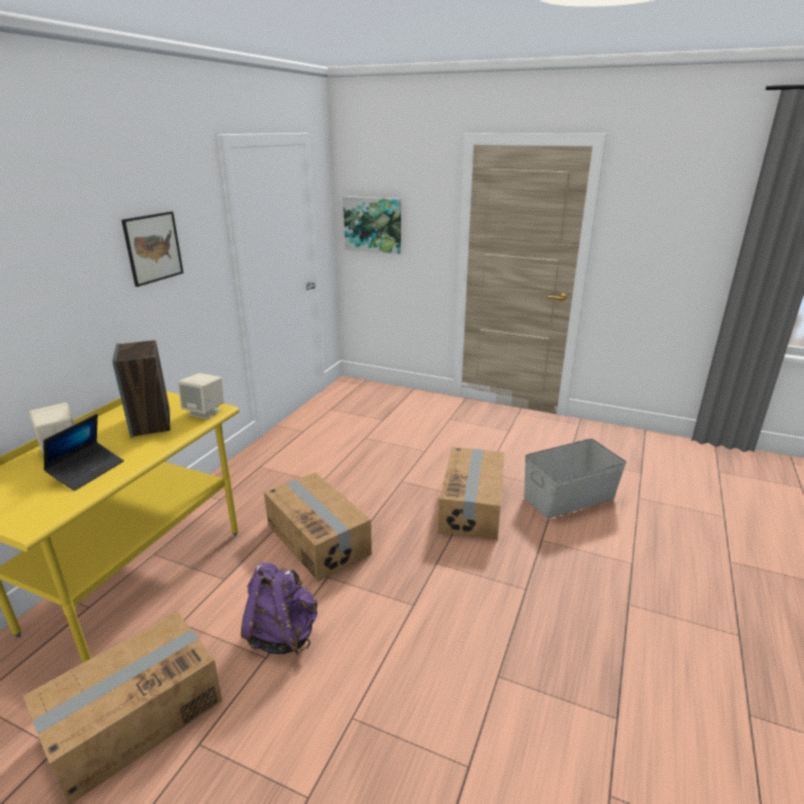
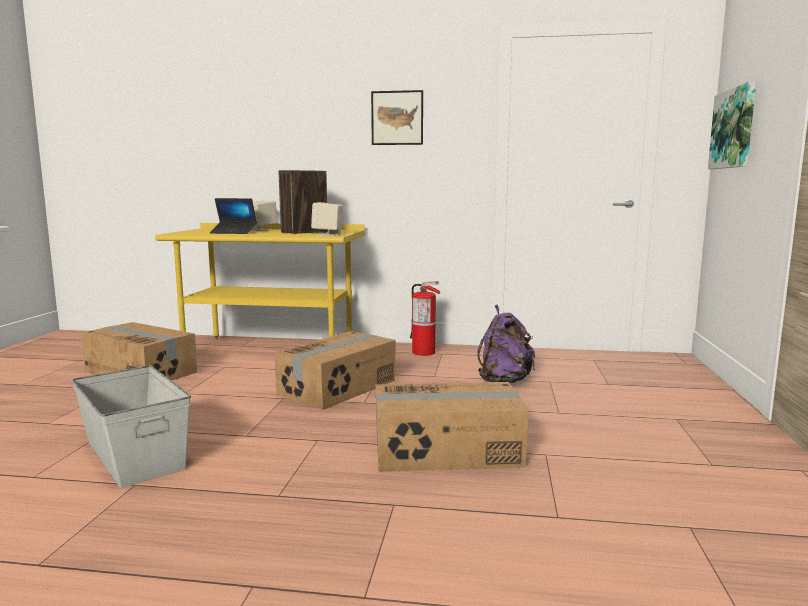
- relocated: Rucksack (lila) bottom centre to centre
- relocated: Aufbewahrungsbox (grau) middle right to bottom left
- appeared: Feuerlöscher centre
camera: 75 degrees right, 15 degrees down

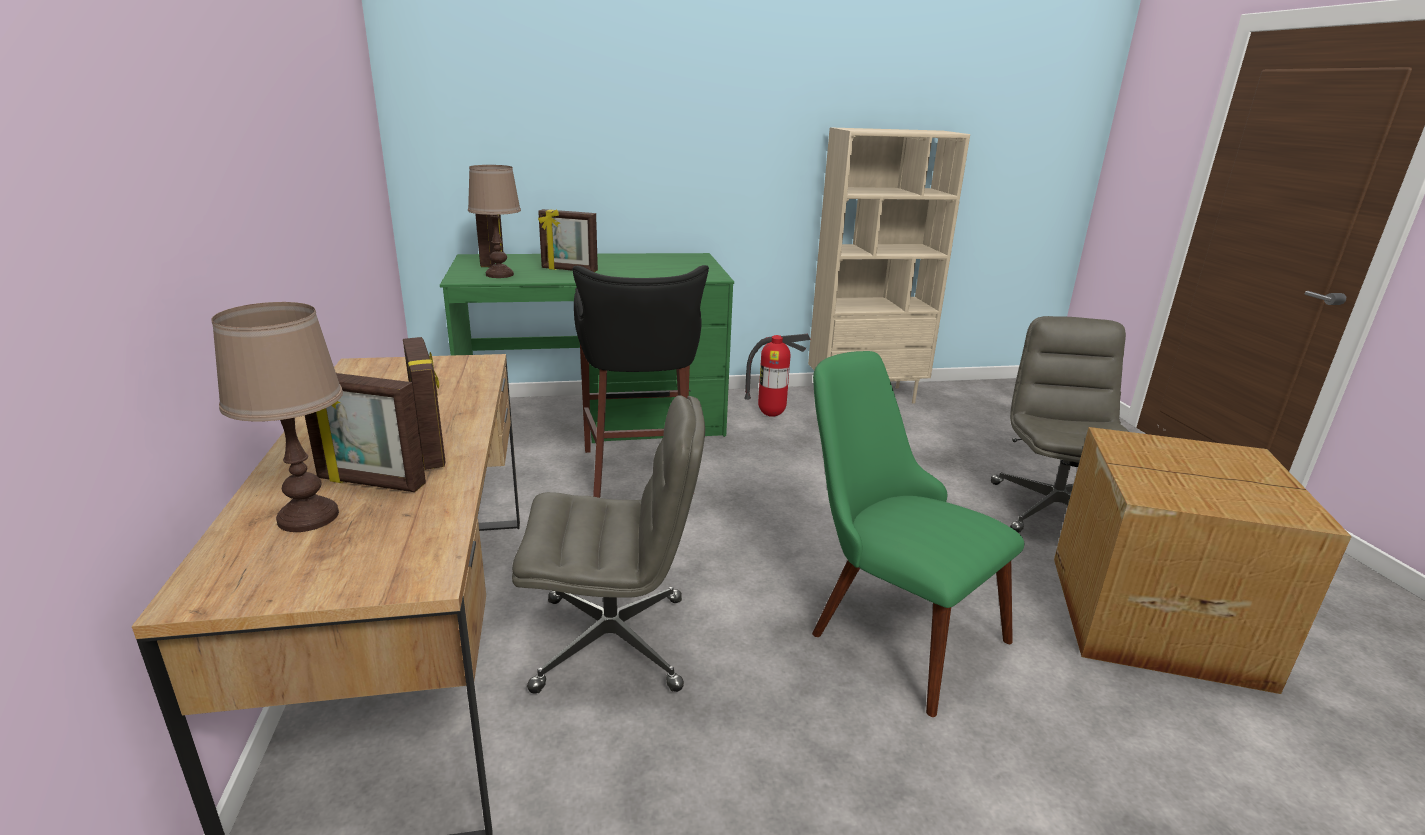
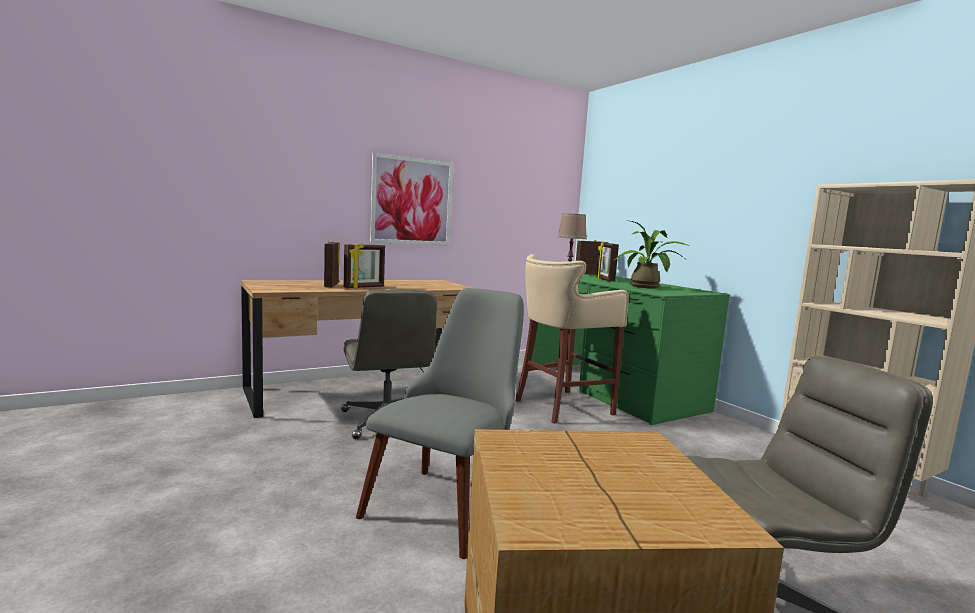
- missing: Tischlampe (braun) (no. 1 from left) middle left
- colour: Hocker (schwarz) centre to Hocker (beige) centre
- missing: Feuerlöscher centre
- colour: Stuhl (grün) centre to Stuhl (grau) bottom centre
- appeared: Bild top centre
- appeared: Topfpflanze middle right
camera: 70 degrees right, 15 degrees down

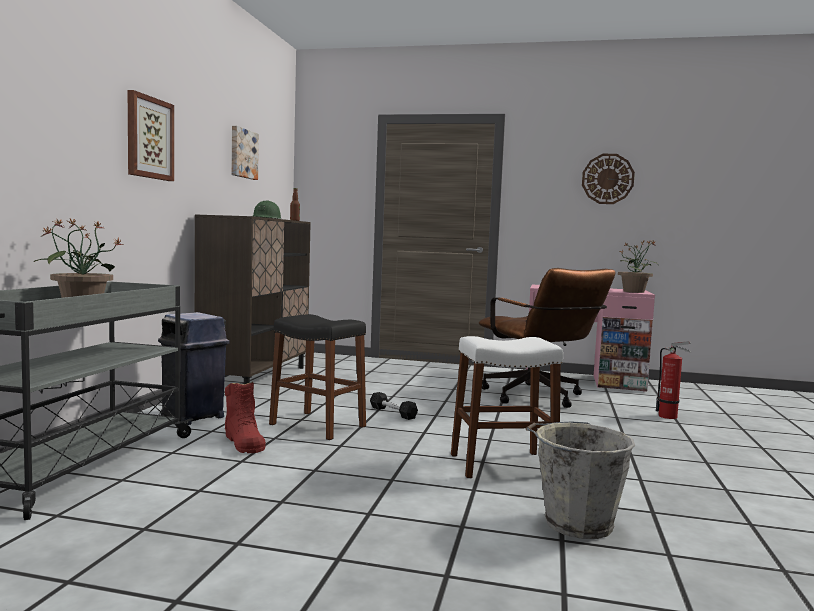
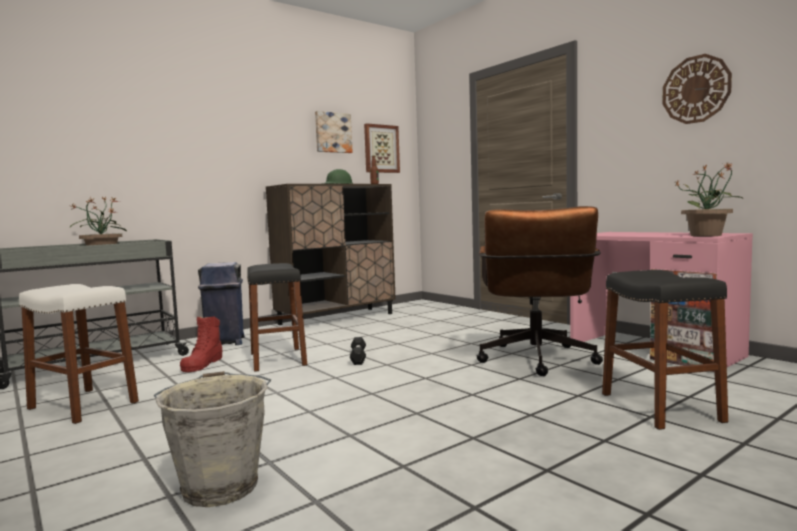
- relocated: Bild (no. 1 from left in the first image) top left to Bild (no. 2 from left) top centre
- relocated: Hocker (weiß) centre to bottom left
- exchanged: Feuerlöscher middle right to Hocker (schwarz) (no. 2 from left) middle right
camera: 40 degrees right, 0 degrees up

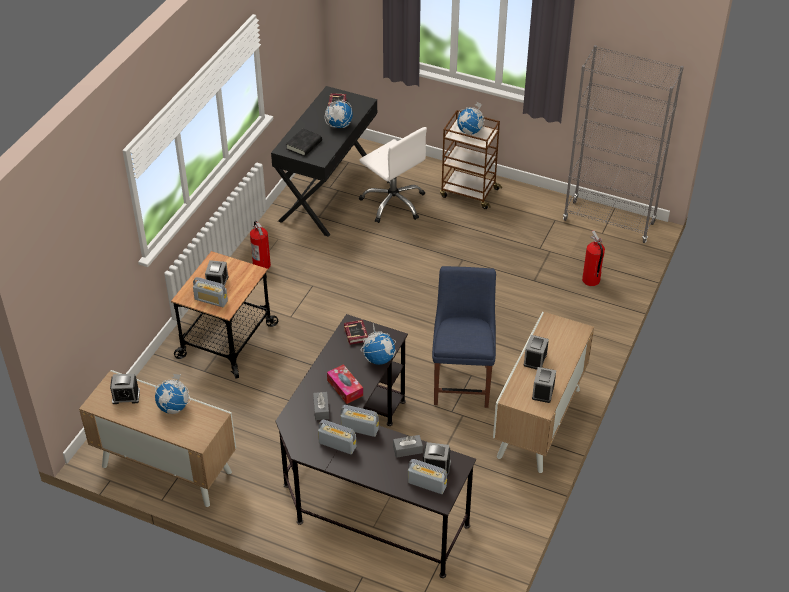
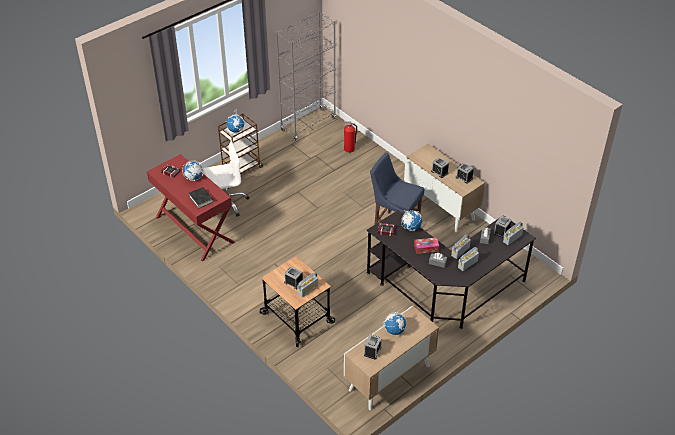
- missing: Feuerlöscher (no. 1 from left) middle left
- colour: Schreibtisch (schwarz) (no. 1 from left) top centre to Schreibtisch (rot) middle left
camera: 65 degrees left, 0 degrees up

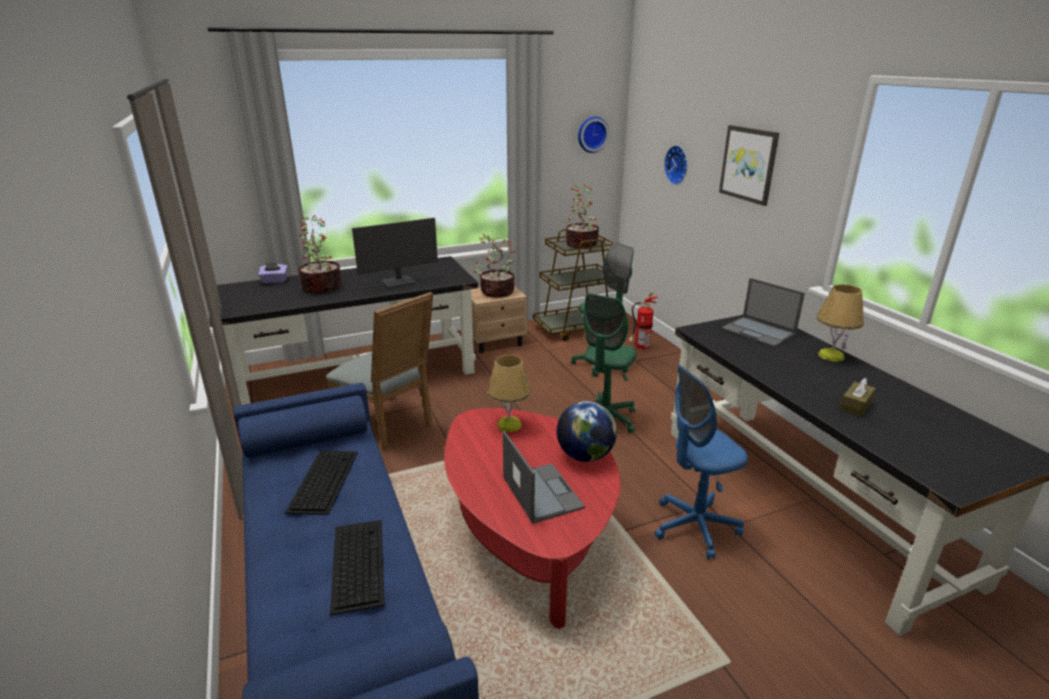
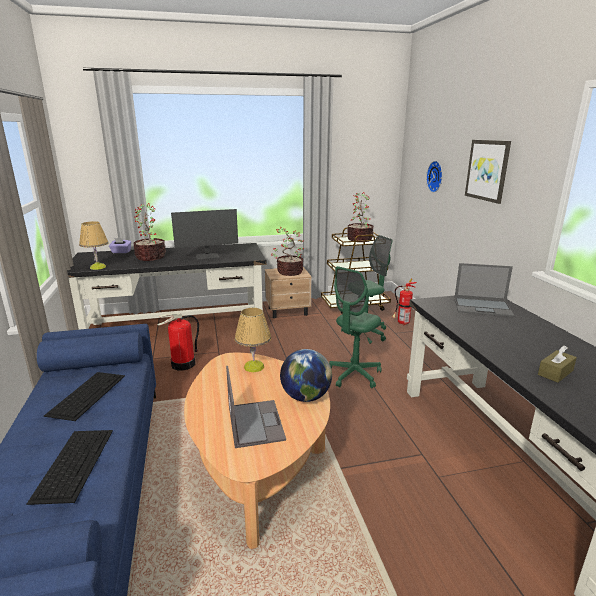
- exchanged: Stuhl (grau) centre to Feuerlöscher (no. 1 from left) middle left
- colour: Couchtisch (rot) bottom centre to Couchtisch (beige) bottom centre
- missing: Wanduhr (no. 1 from left) top centre
- missing: Bürostuhl (blau) middle right
- spun: Laptop (no. 2 from left) middle right = middle right 45 degrees counterclockwise
- relocated: Tischlampe (no. 2 from left in the first image) middle right to Tischlampe (no. 1 from left) middle left
camera: 10 degrees right, 5 degrees down

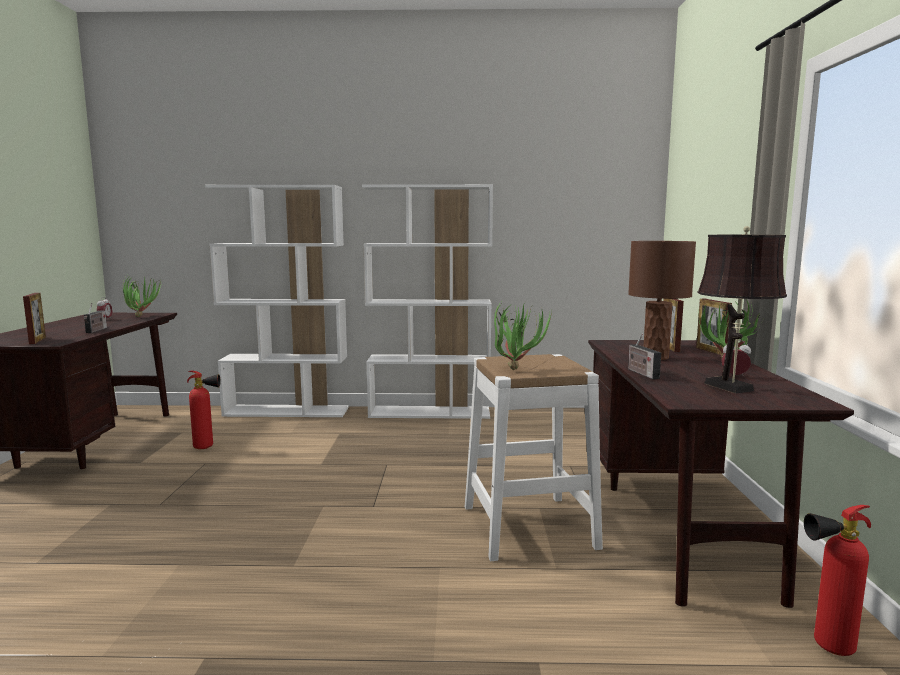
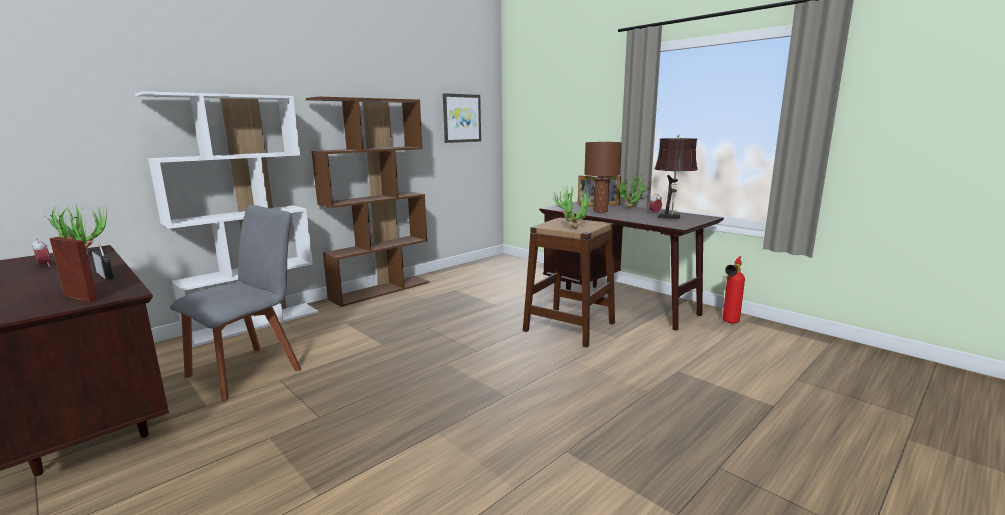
- exchanged: Feuerlöscher (no. 1 from left) middle left to Stuhl (grau) middle left
- colour: Bücherregal (weiß) (no. 2 from left) centre to Bücherregal (braun) centre
- colour: Hocker (weiß) bottom centre to Hocker (braun) centre
- missing: Radio (no. 2 from left) middle right
- appeared: Bild top centre
camera: 45 degrees left, 5 degrees up

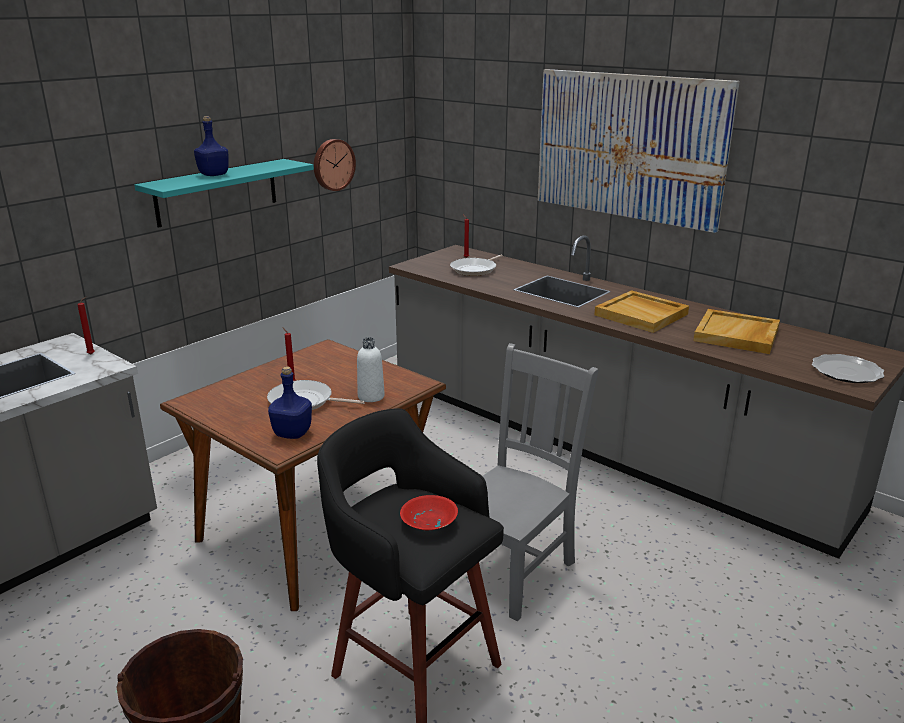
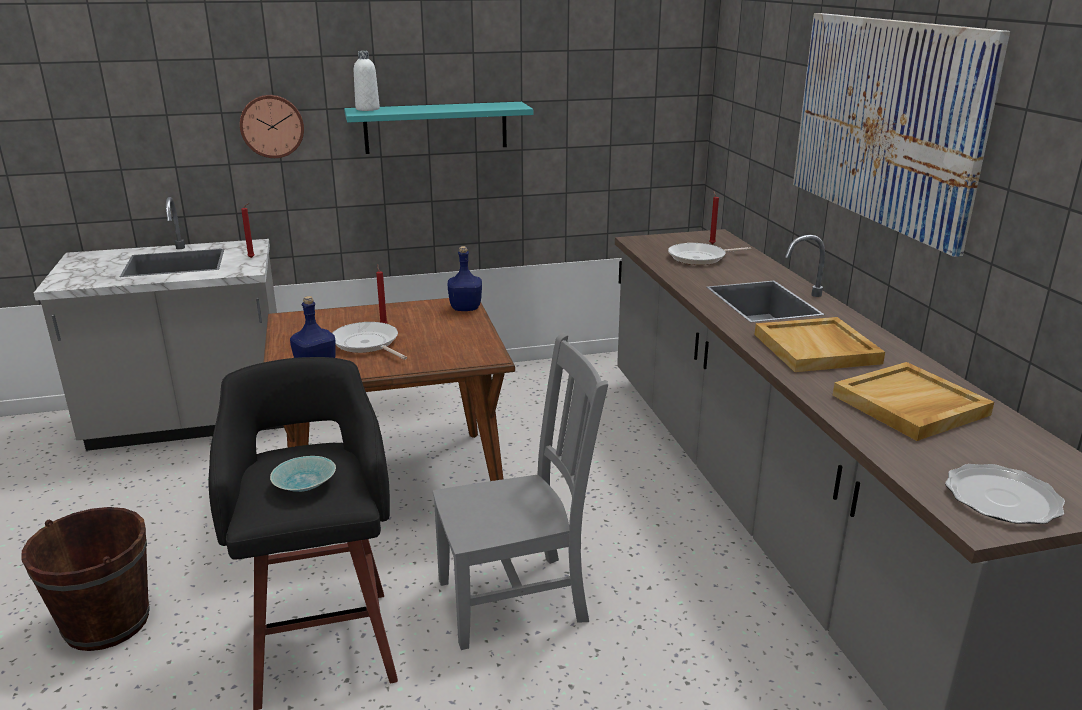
- relocated: Flasche (blau) (no. 1 from left in the first image) top left to Flasche (blau) (no. 2 from left) centre
- relocated: Wanduhr top centre to top left
- relocated: Flasche (weiß) centre to top centre
- colour: Schüssel (rot) bottom centre to Schüssel (türkis) bottom left
camera: 35 degrees right, 0 degrees up

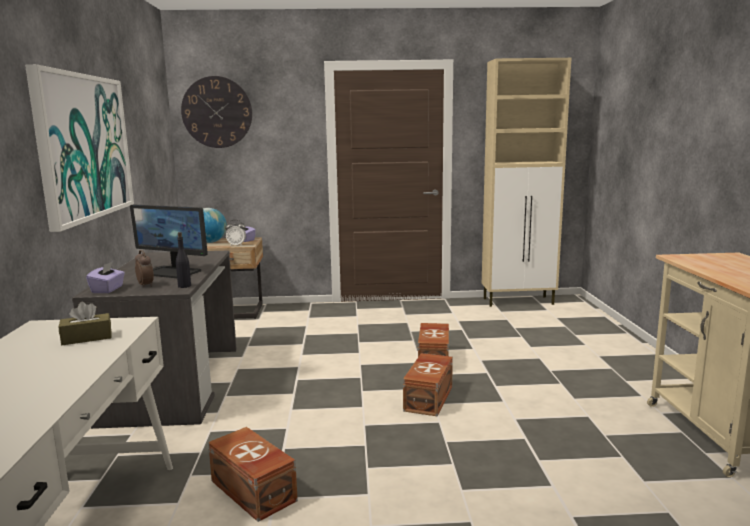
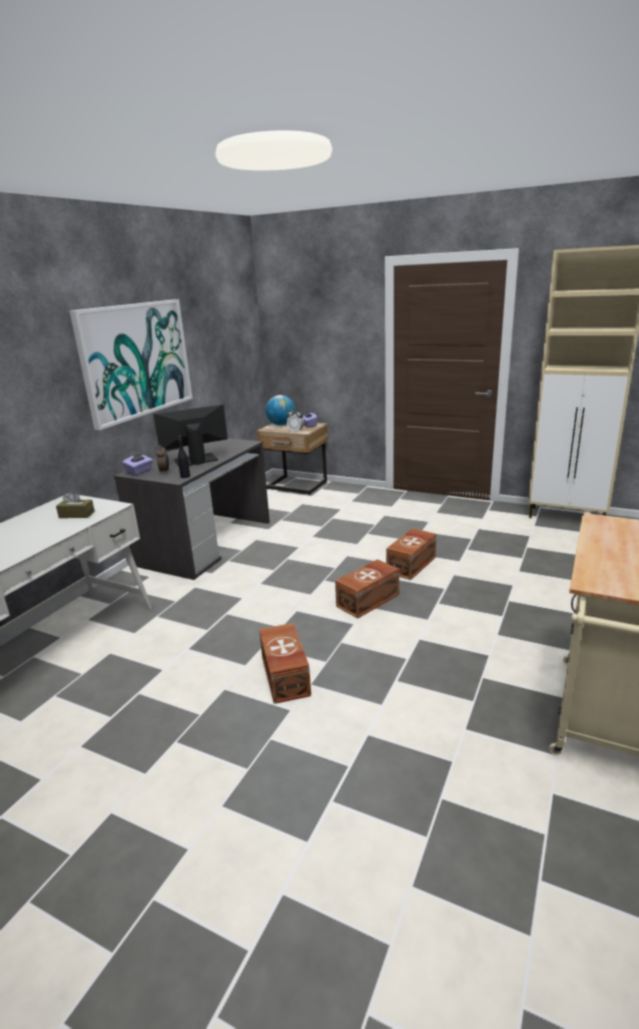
- spun: Monitor middle left = middle left 105 degrees clockwise
- missing: Wanduhr top left
- relocated: Aufbewahrungsbox (braun) (no. 1 from left) bottom centre to centre
camera: 30 degrees right, 10 degrees up

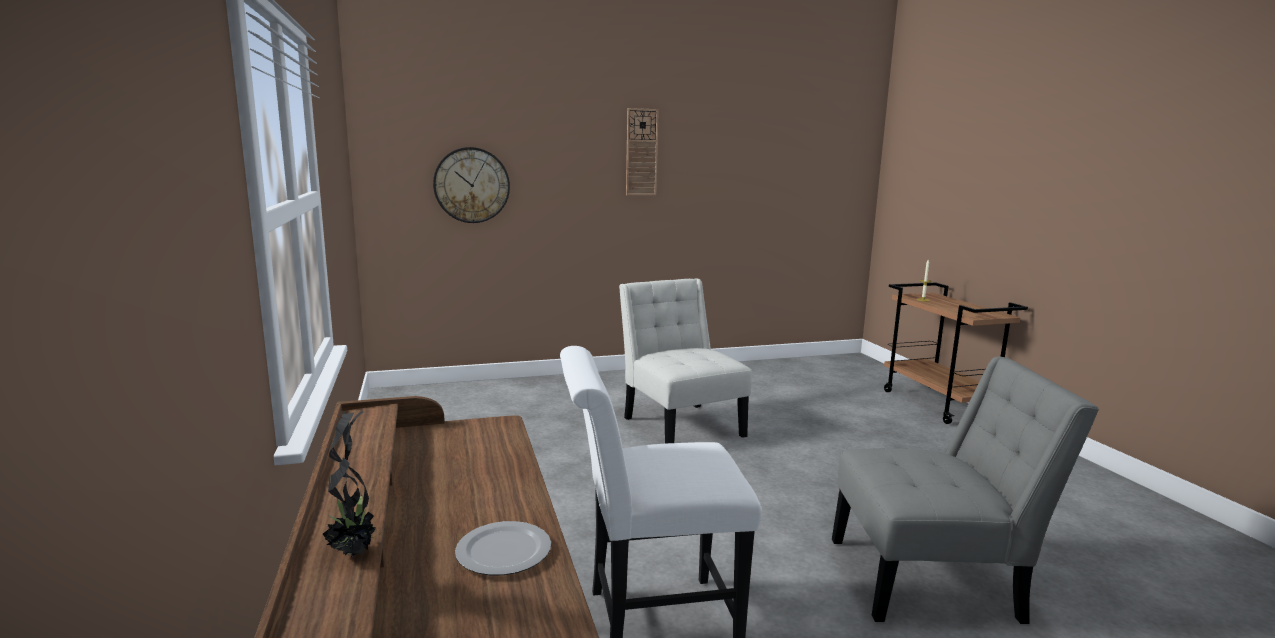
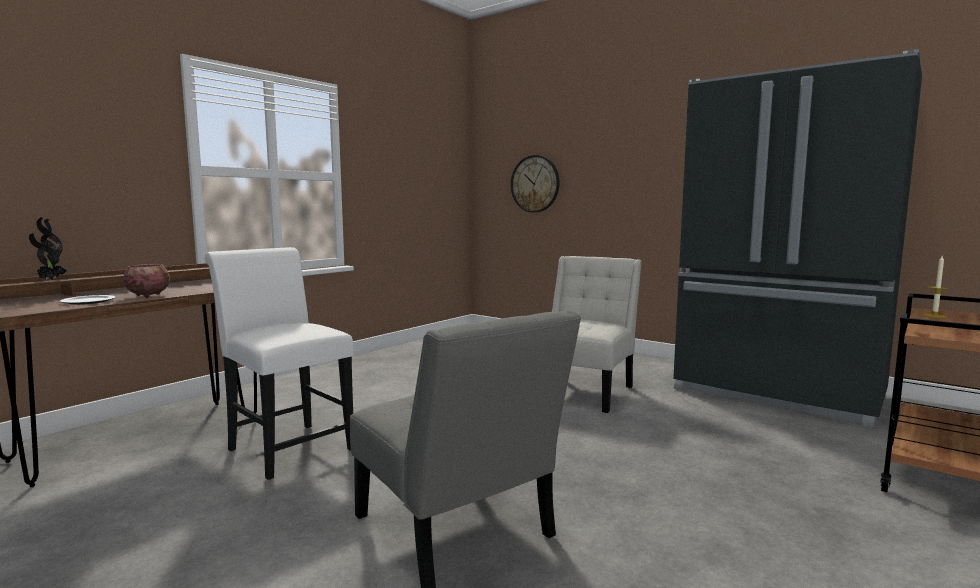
- missing: Wanduhr (no. 2 from left) top centre
- appeared: Schüssel middle left
- appeared: Kühlschrank (schwarz) middle right
camera: 55 degrees right, 5 degrees down

